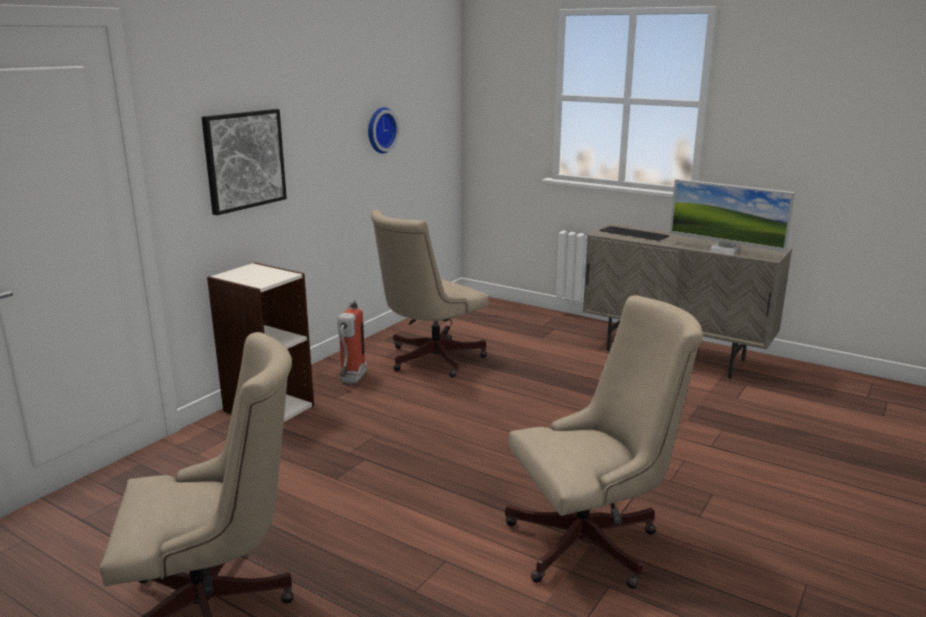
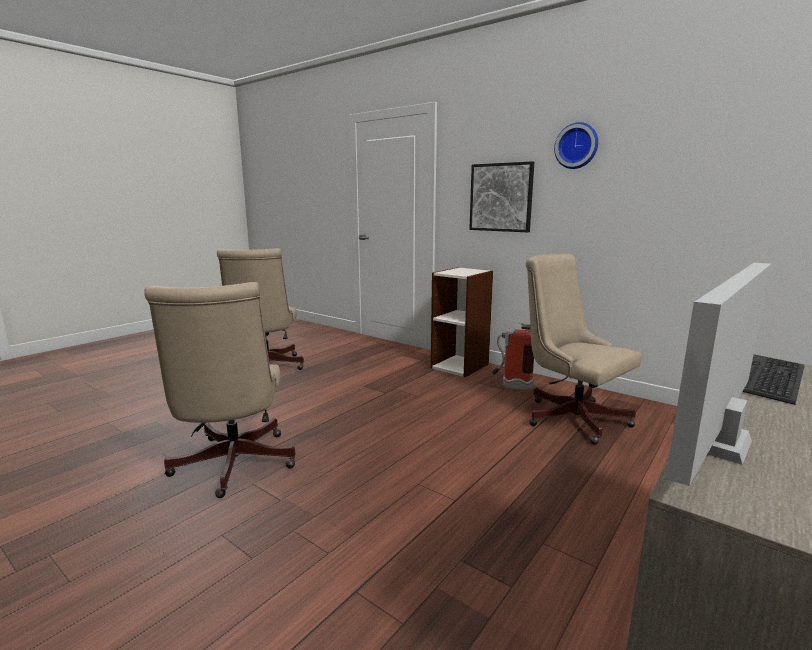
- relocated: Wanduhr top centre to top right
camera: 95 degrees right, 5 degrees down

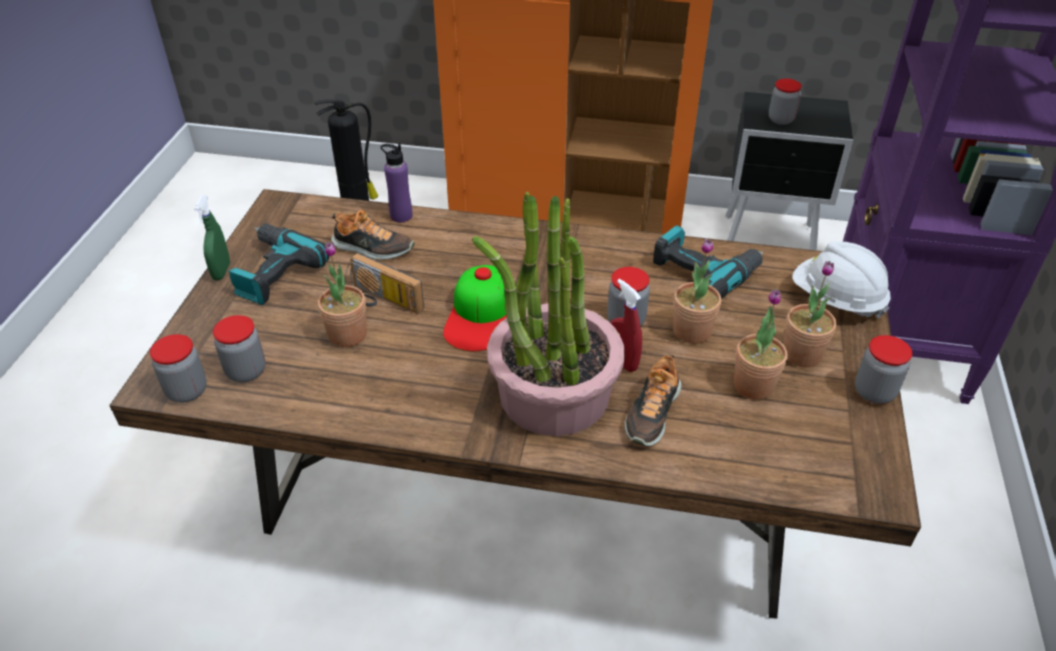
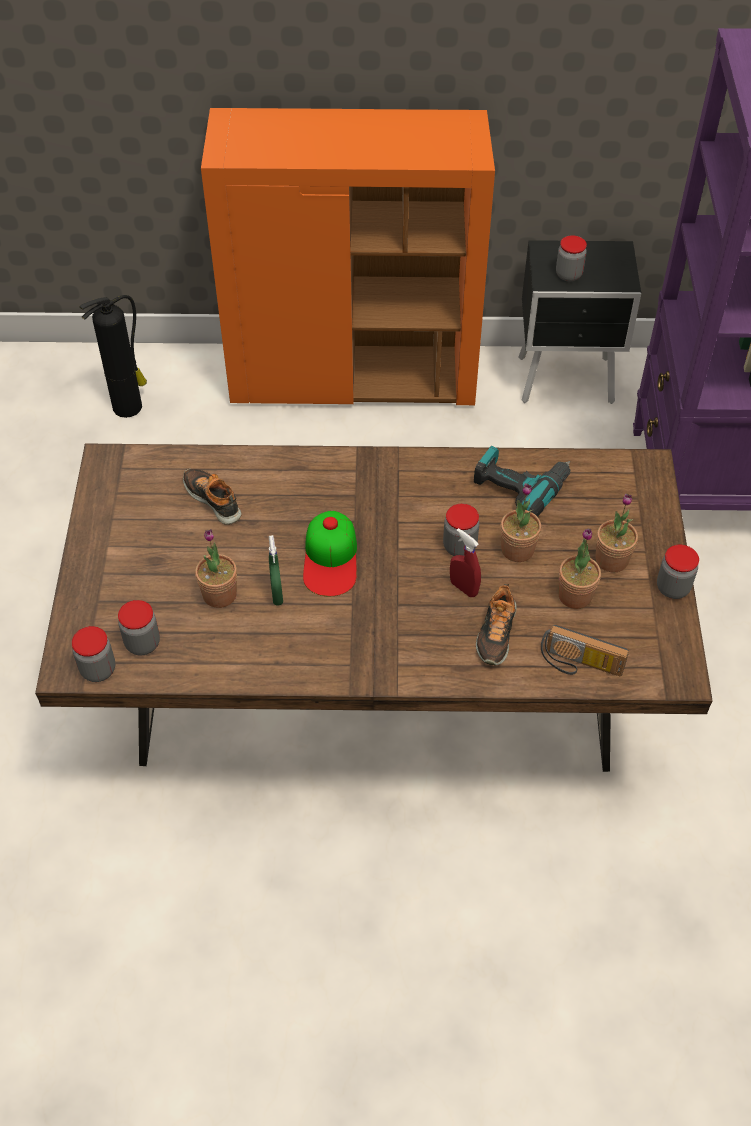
- relocated: Sprühflasche (grün) middle left to centre
- missing: Bohrmaschine (no. 1 from left) middle left
- spun: Schuh (no. 1 from left) centre = middle left 135 degrees counterclockwise
- relocated: Radio centre to middle right
- missing: Flasche (lila) top centre
- missing: Topfpflanze (no. 2 from left) centre
- missing: Schutzhelm (weiß) middle right
camera: 10 degrees left, 10 degrees up

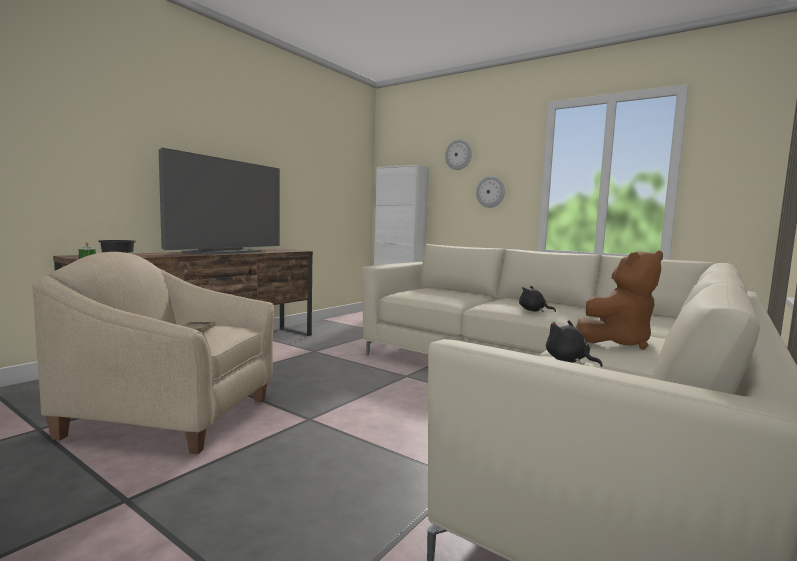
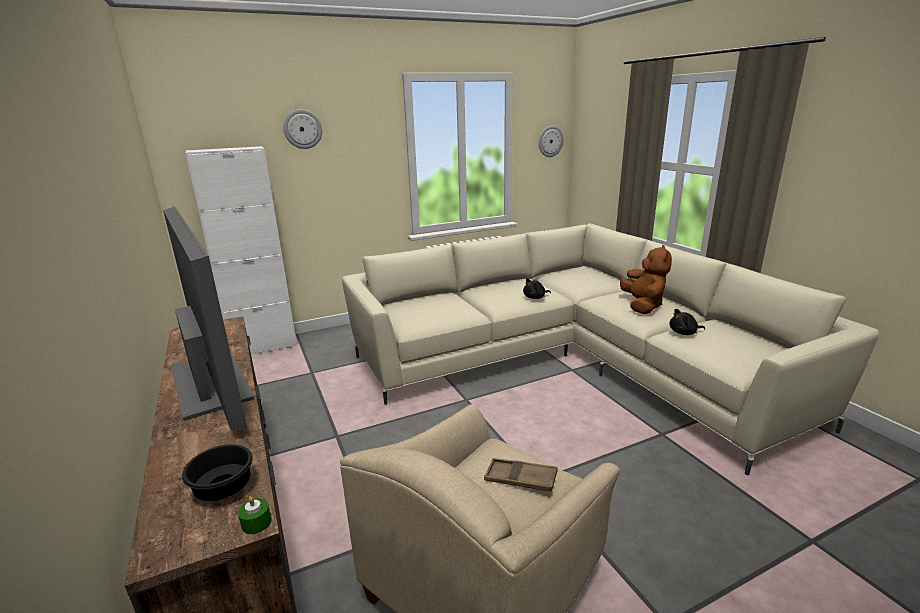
- relocated: Wanduhr (no. 2 from left) centre to top centre
camera: 60 degrees left, 15 degrees up

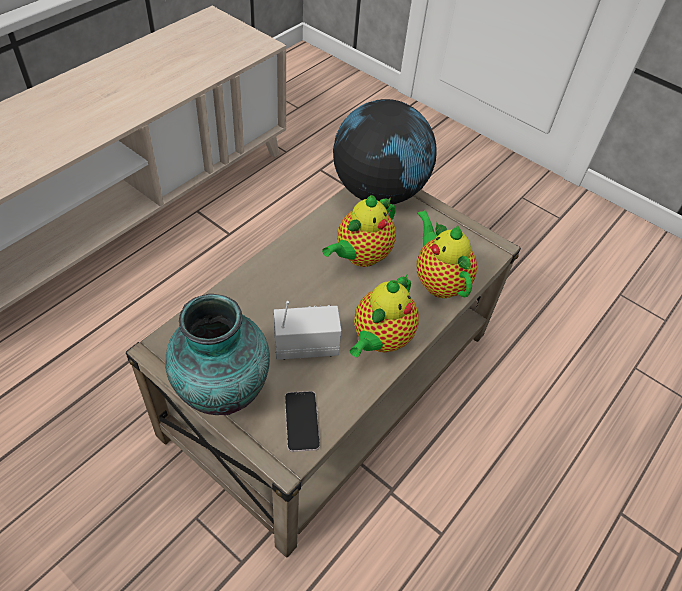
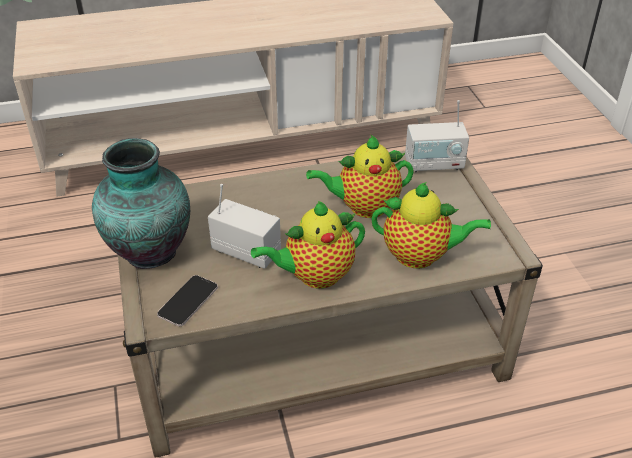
- exchanged: Globus top centre to Radio (no. 2 from left) top right
- spun: Teekanne (no. 3 from left) centre = middle right 90 degrees clockwise
camera: 40 degrees right, 10 degrees down

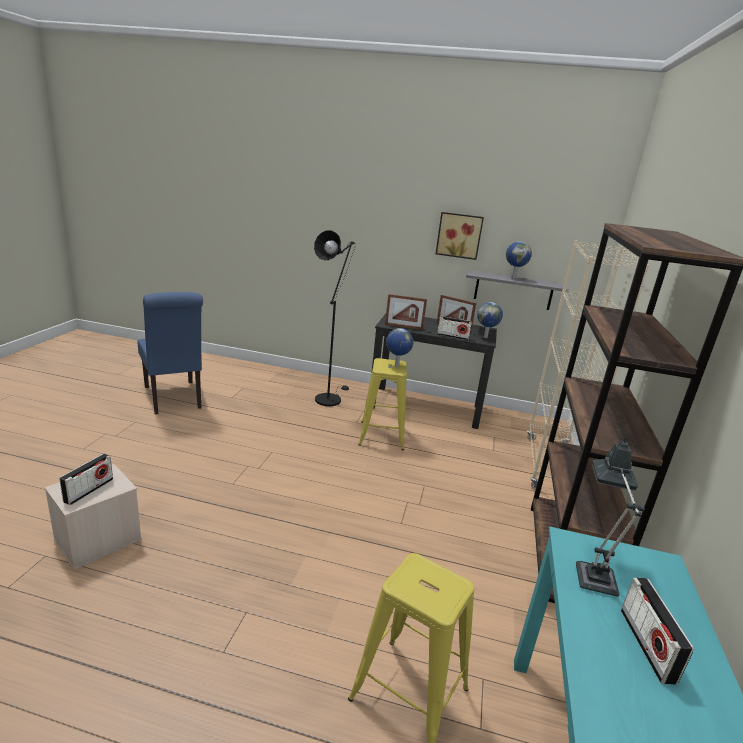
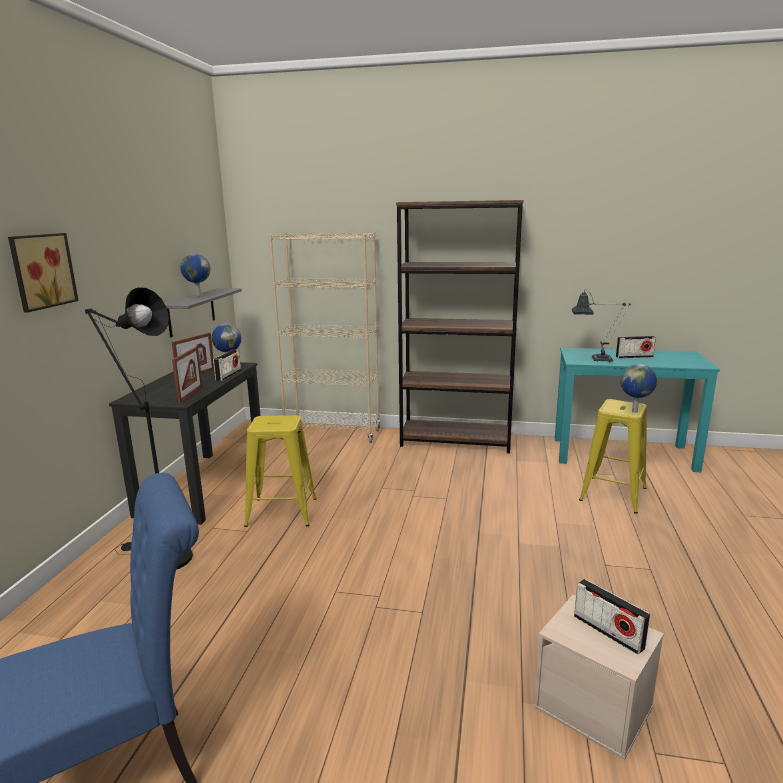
- spun: Radio (no. 1 from left in the first image) middle left = bottom right 150 degrees counterclockwise
- relocated: Globus (no. 1 from left in the first image) centre to Globus (no. 3 from left) middle right
- relocated: Bild top centre to middle left
camera: 90 degrees left, 5 degrees down

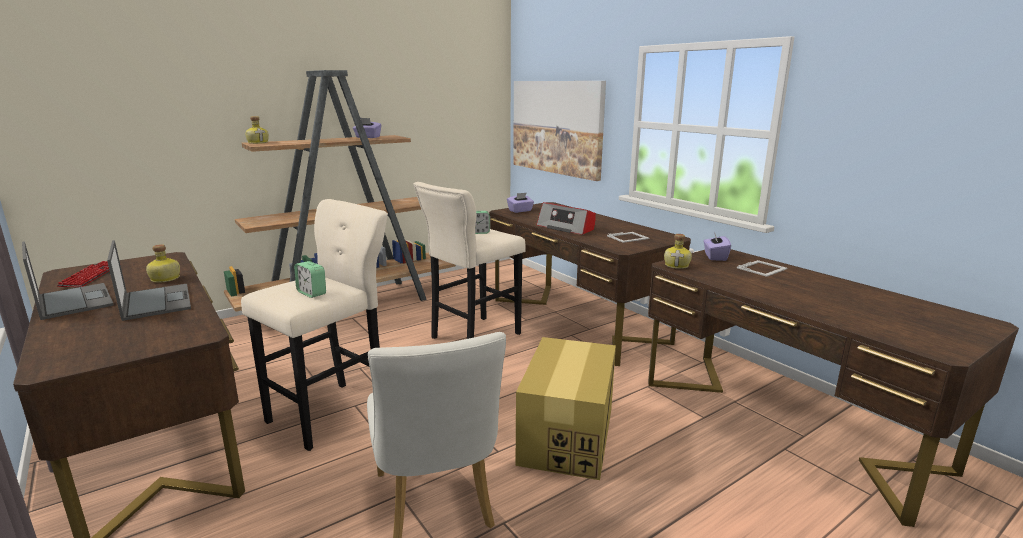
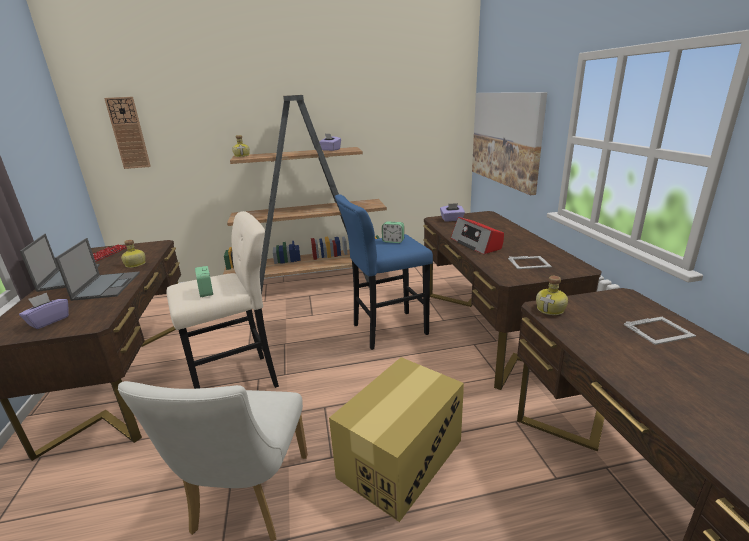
- colour: Hocker (beige) (no. 2 from left) centre to Hocker (blau) centre
- relocated: Taschentuchbox (lila) (no. 3 from left in the first image) middle right to Taschentuchbox (lila) (no. 1 from left) middle left
- appeared: Wanduhr top left
camera: 25 degrees right, 5 degrees up

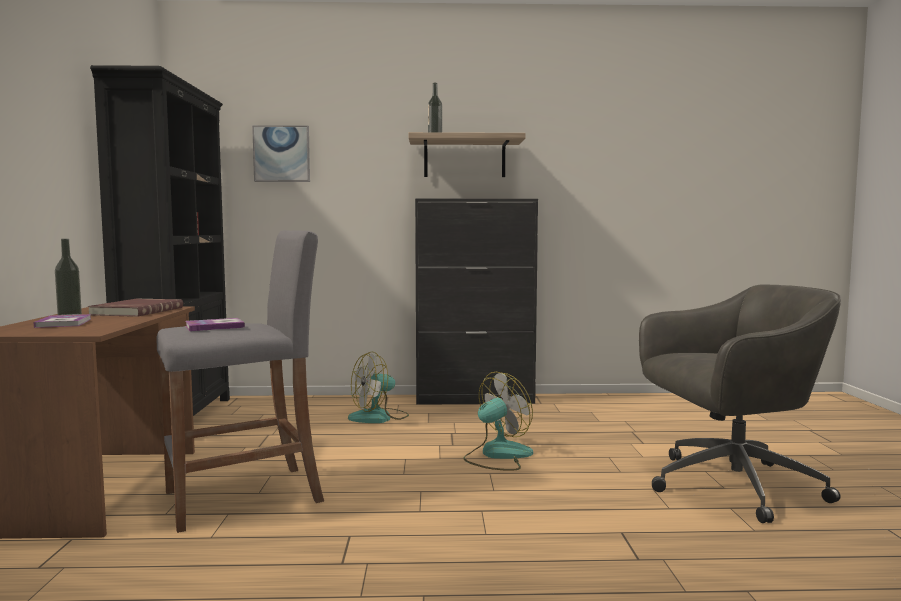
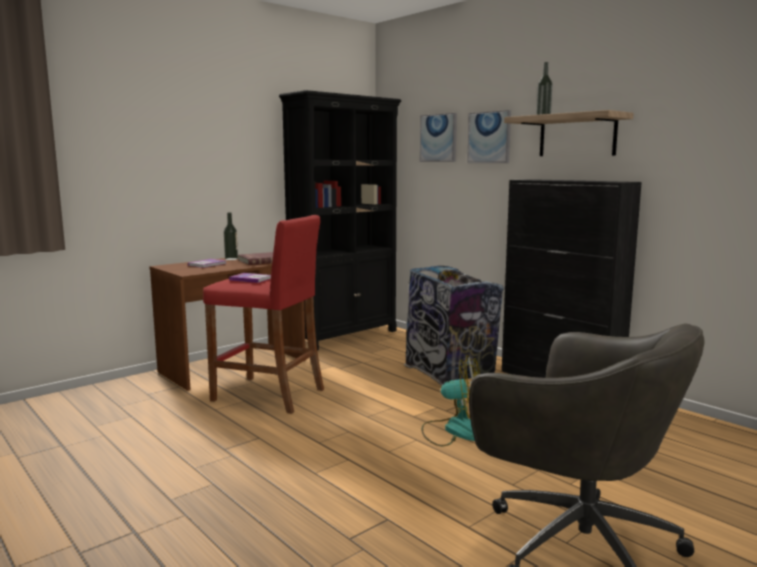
- colour: Hocker (grau) middle left to Hocker (rot) centre
- exchanged: Ventilator (no. 1 from left) centre to Mülleimer centre
- appeared: Bild (no. 2 from left) top centre
camera: 50 degrees right, 5 degrees up

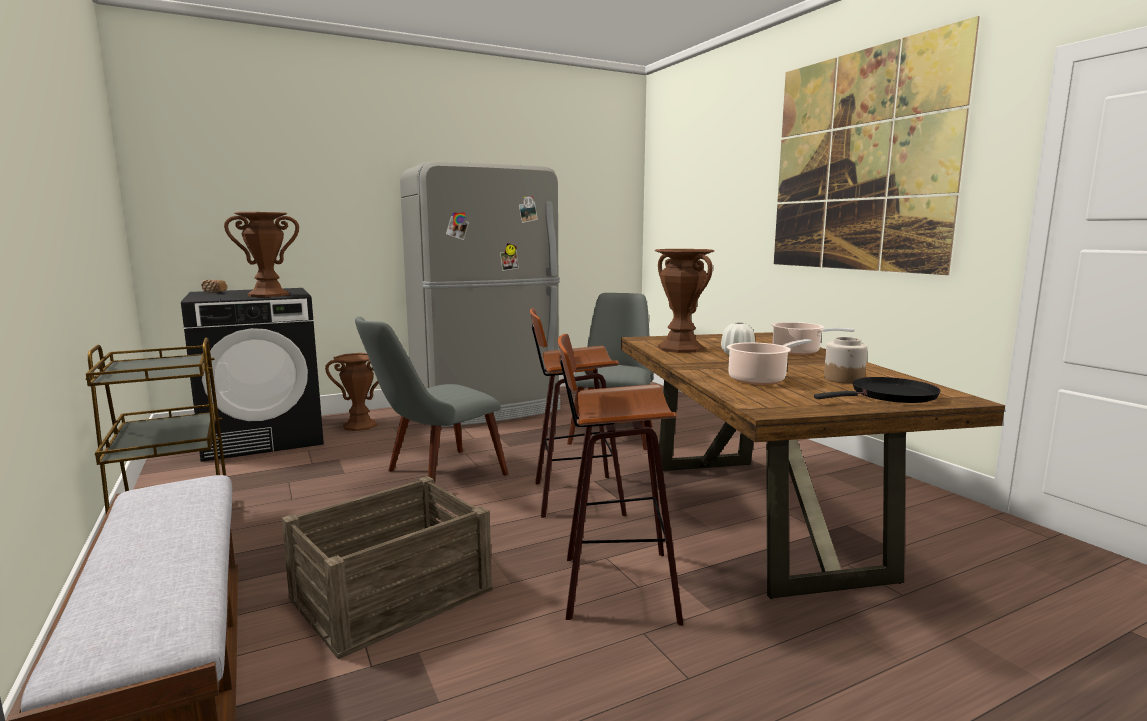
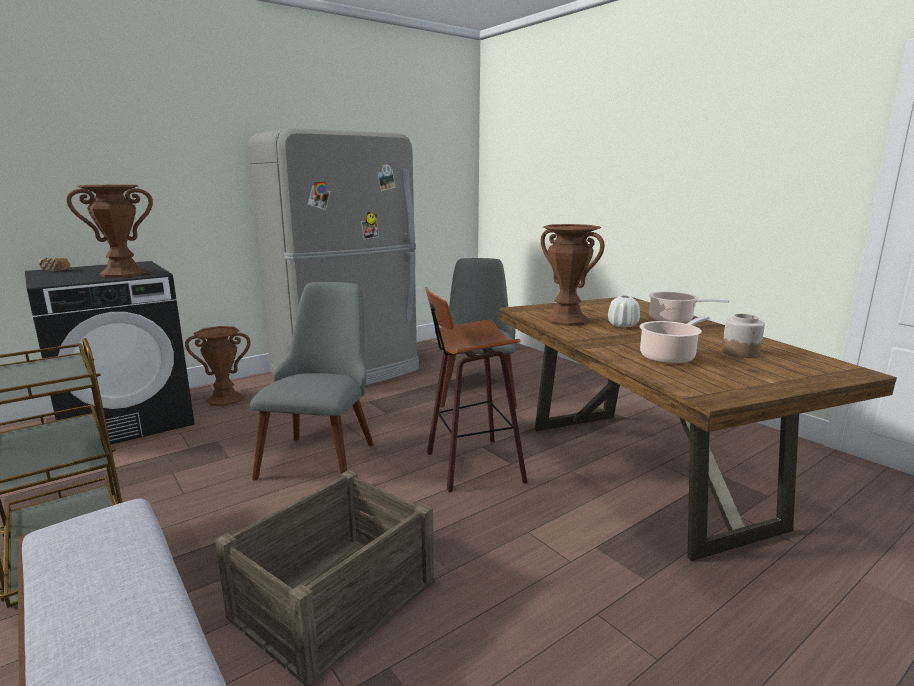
- spun: Stuhl (grau) (no. 1 from left) centre = centre 150 degrees clockwise
- missing: Hocker (no. 2 from left) centre
- missing: Bild top right
- missing: Pfanne (schwarz) middle right
camera: 10 degrees left, 5 degrees up

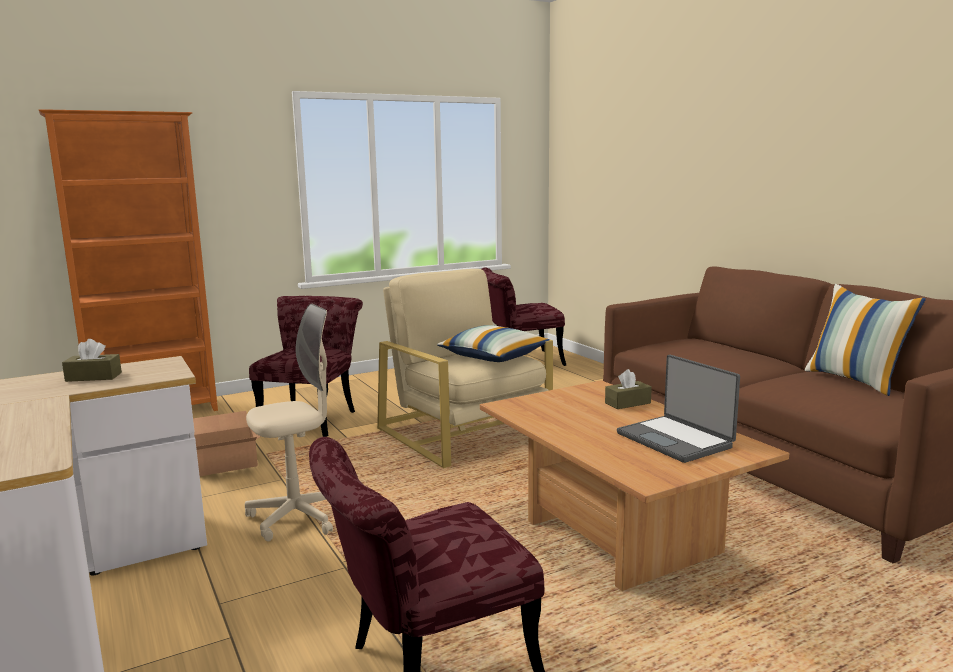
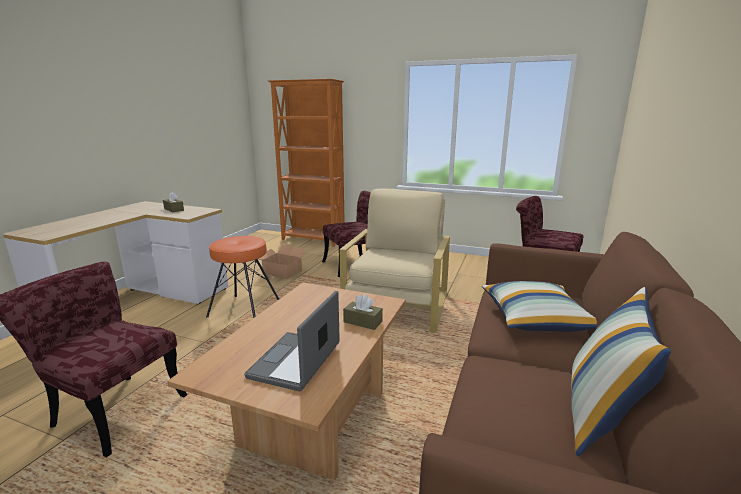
- exchanged: Bürostuhl (beige) middle left to Hocker (orange) middle left
- relocated: Kissen (no. 1 from left) centre to middle right
camera: 50 degrees right, 5 degrees up

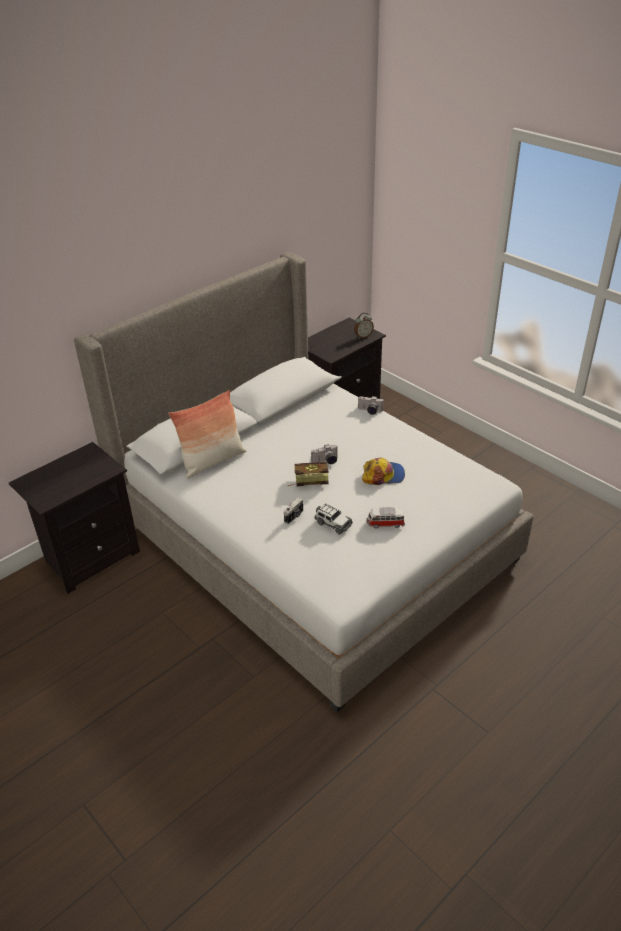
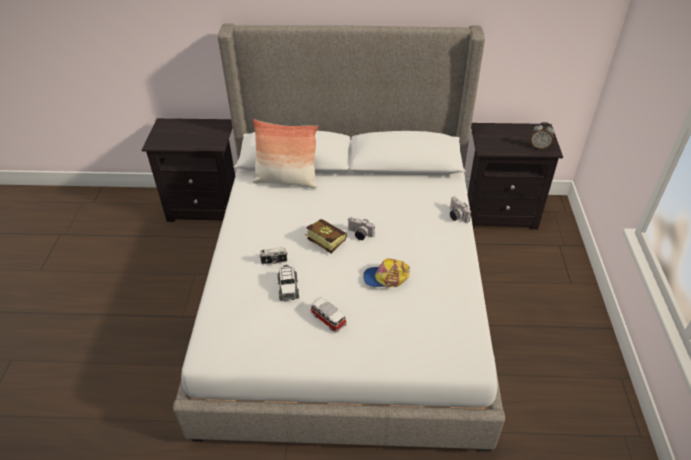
- spun: Kappe centre = centre 135 degrees clockwise
camera: 45 degrees right, 5 degrees up

